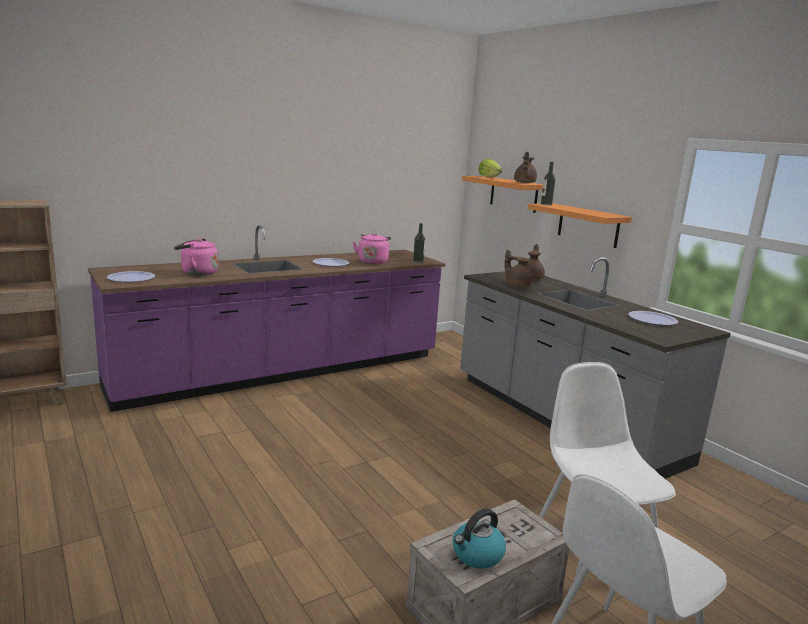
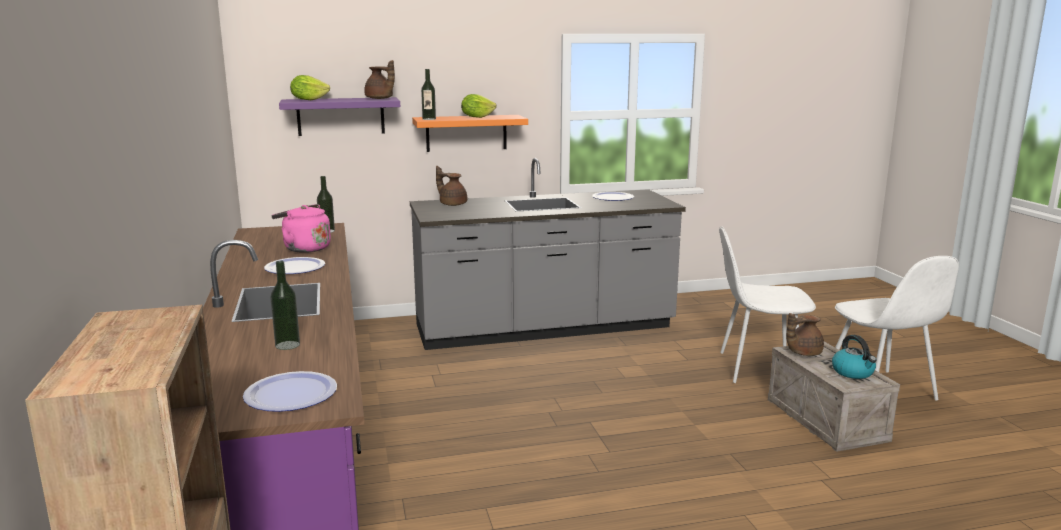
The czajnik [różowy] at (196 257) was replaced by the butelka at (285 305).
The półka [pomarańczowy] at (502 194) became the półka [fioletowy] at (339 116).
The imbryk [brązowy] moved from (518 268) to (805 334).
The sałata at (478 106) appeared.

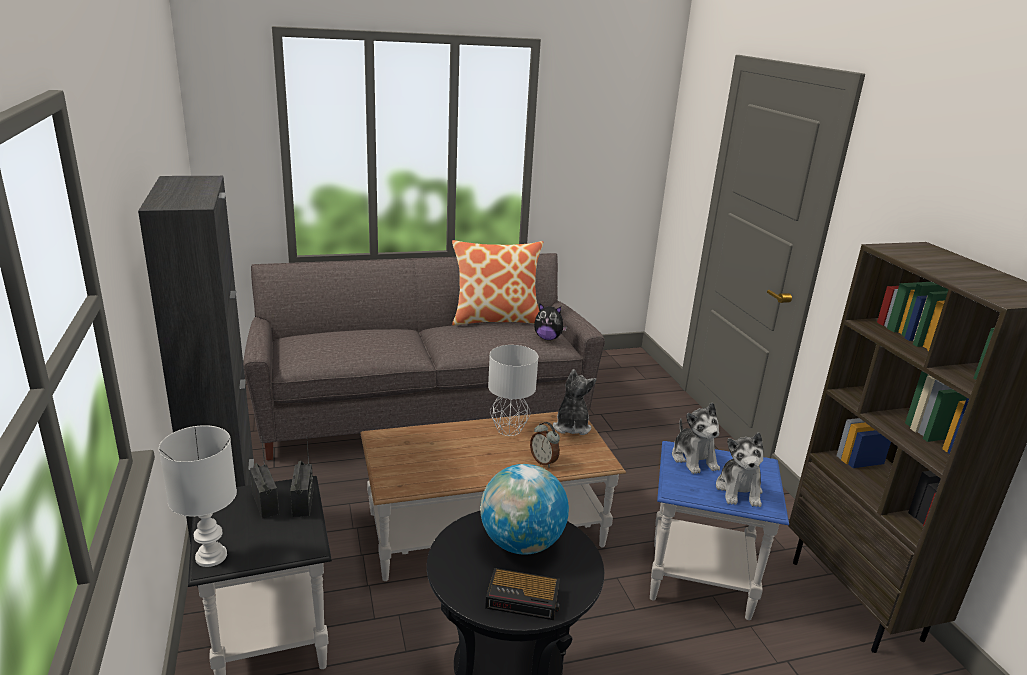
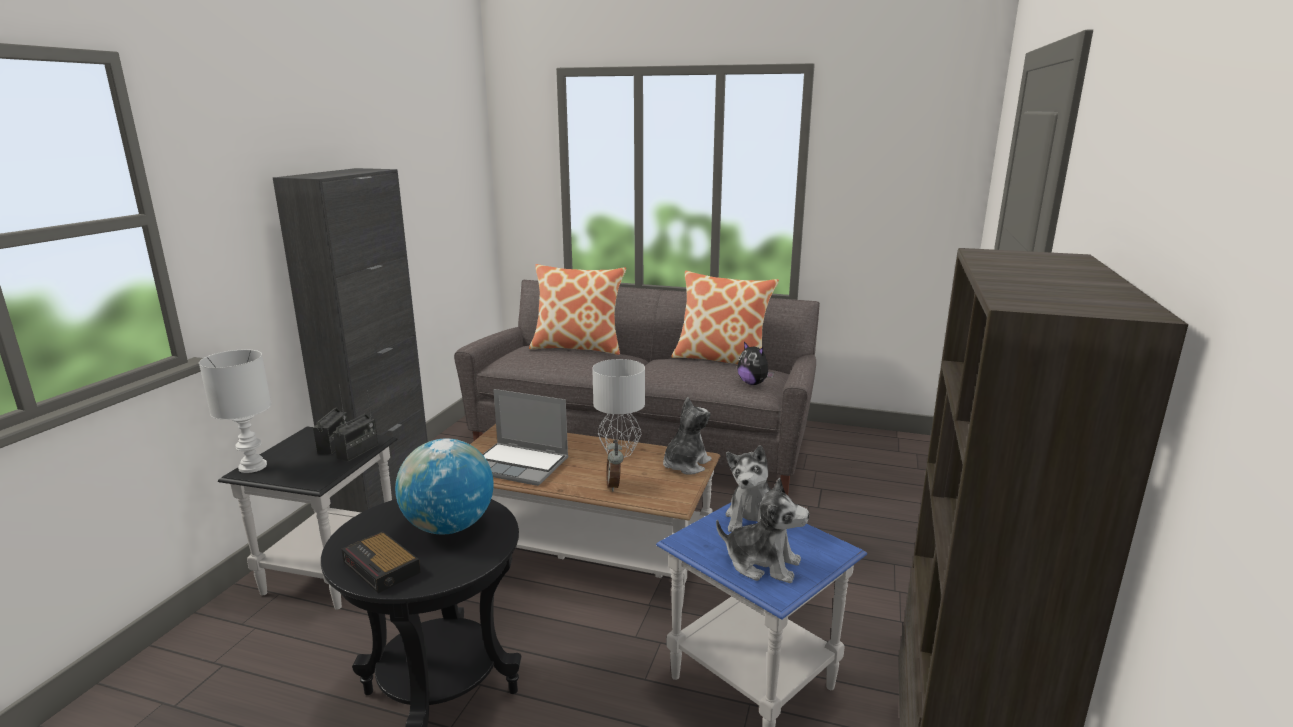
The pluszak at (739 469) turned 105 degrees counterclockwise.
The laptop at (525 437) appeared.
The poduszka at (577 309) appeared.

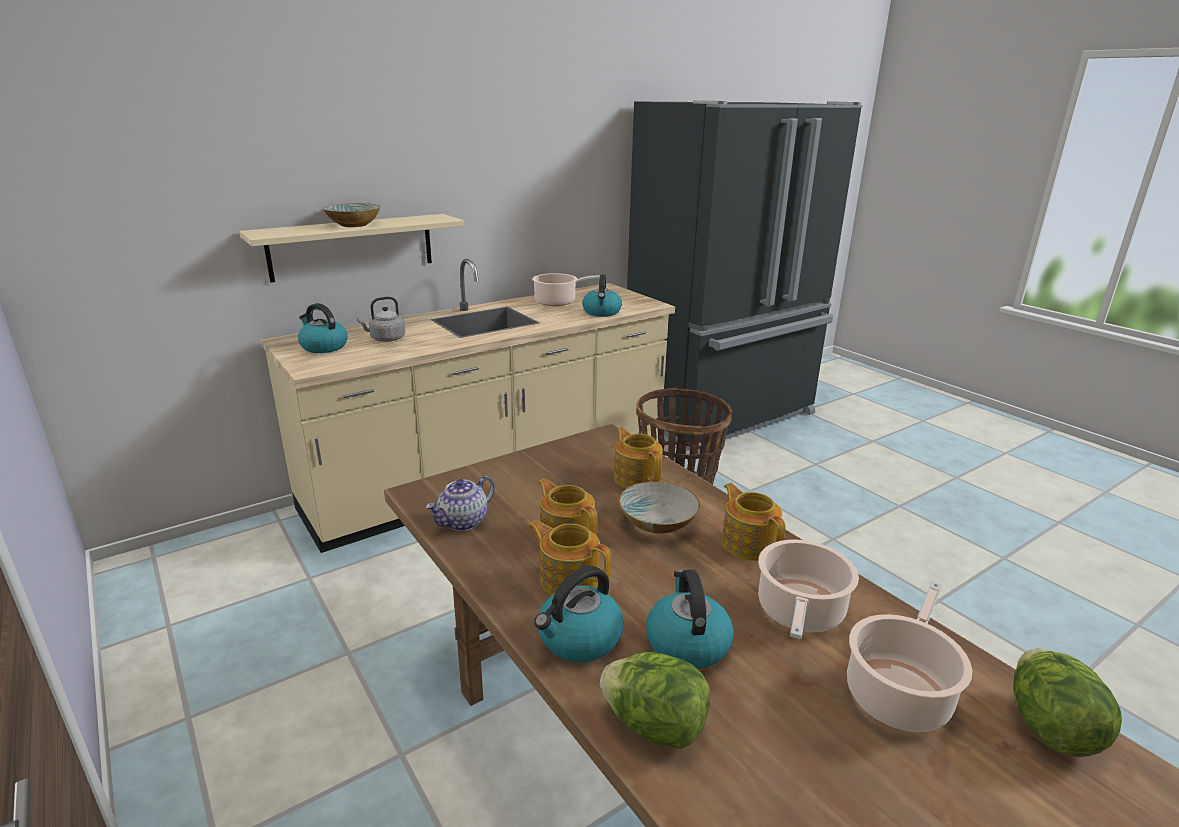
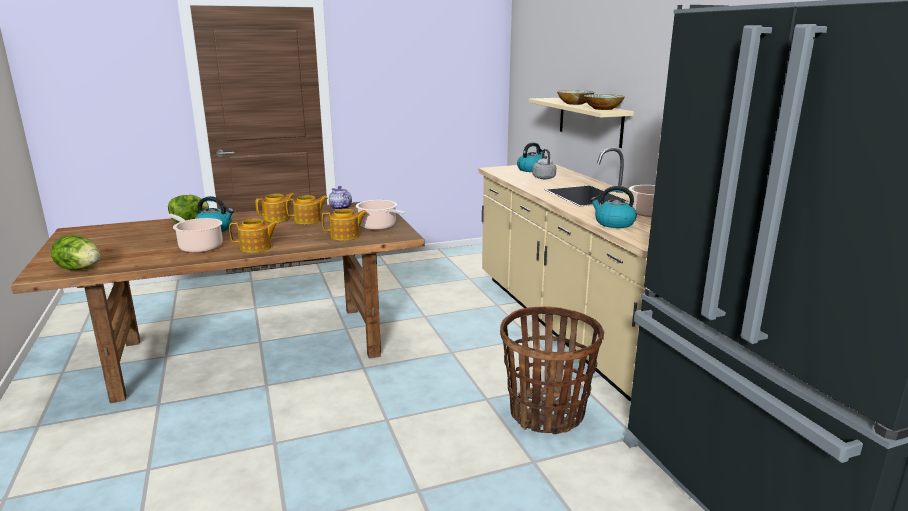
The czajnik at (579 614) disappeared.
The miska moved from (659 507) to (604 102).
The garnek moved from (909 656) to (380 215).

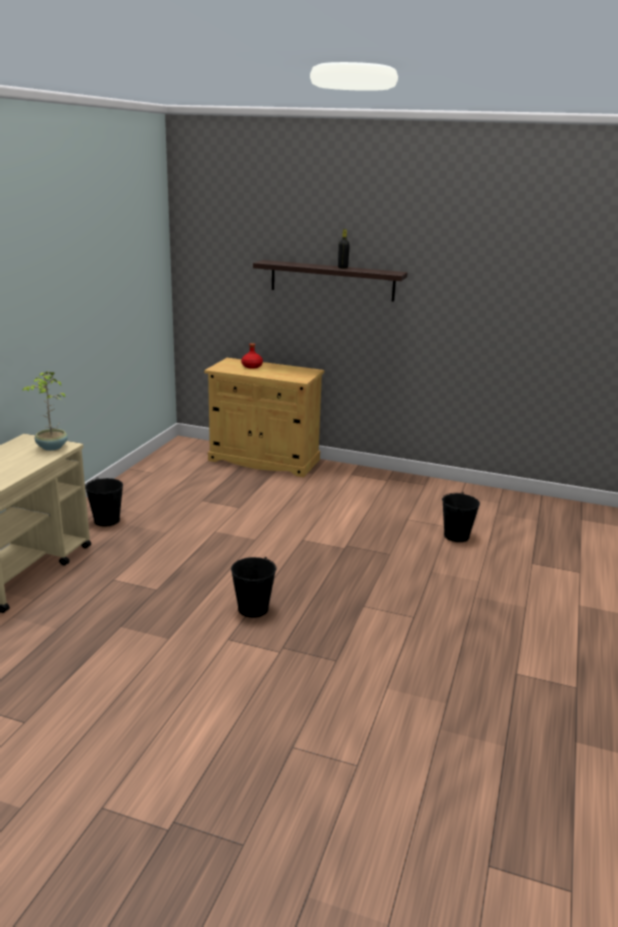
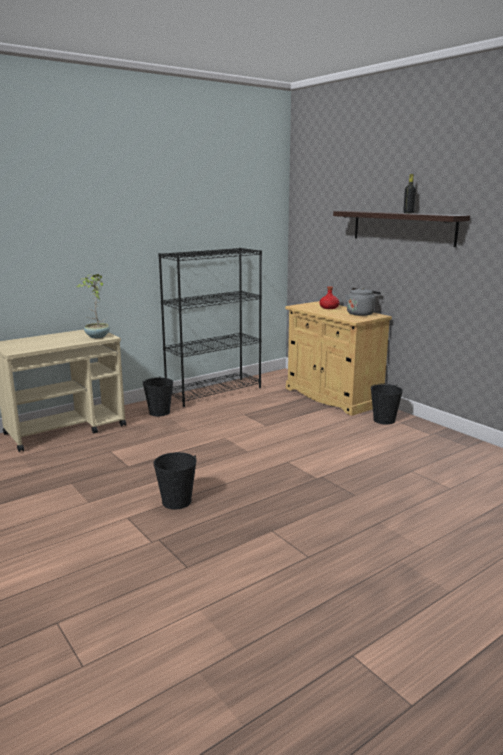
The wiadro [czarny] moved from (461 517) to (386 404).
The regał [czarny] at (210 327) appeared.
The czajnik [szary] at (363 301) appeared.

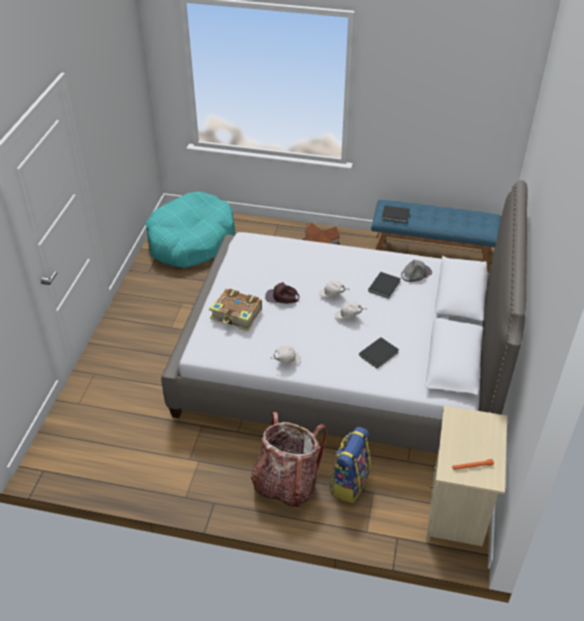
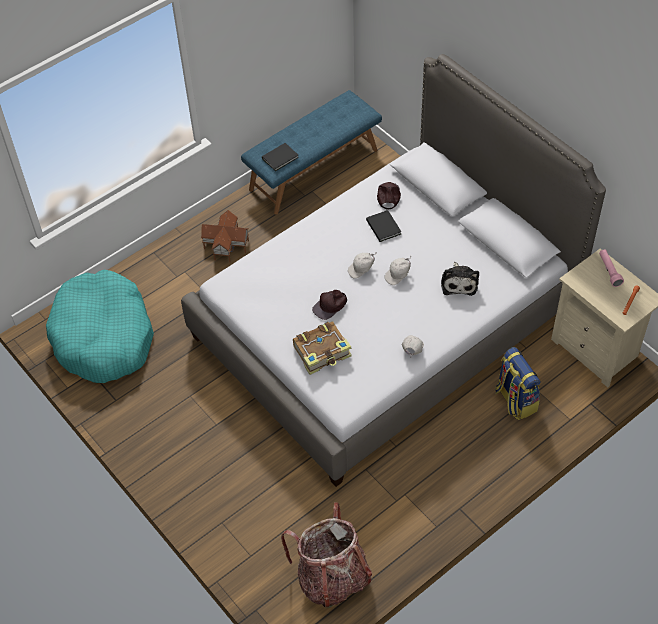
The plecak moved from (289 459) to (326 555).
The książka [czarny] at (379 352) was replaced by the pluszak at (460 279).
The czapka z daszkiem [szary] at (416 271) became the czapka z daszkiem [brązowy] at (389 196).
The latarka [różowy] at (611 268) appeared.

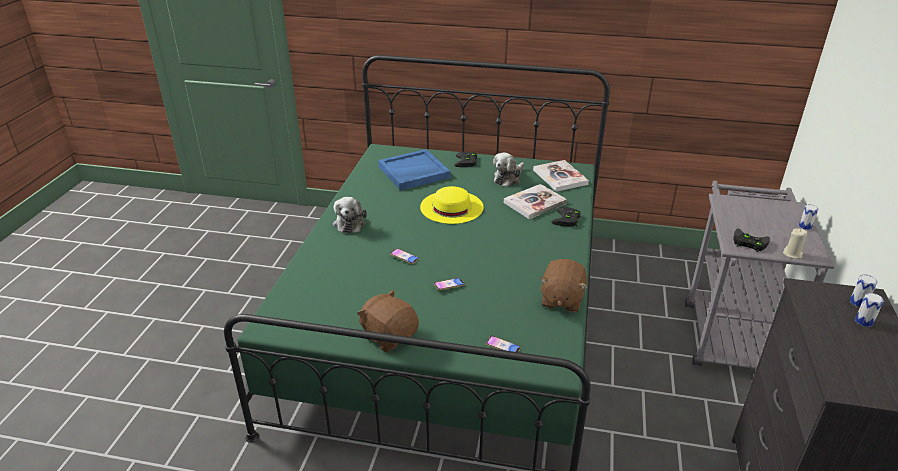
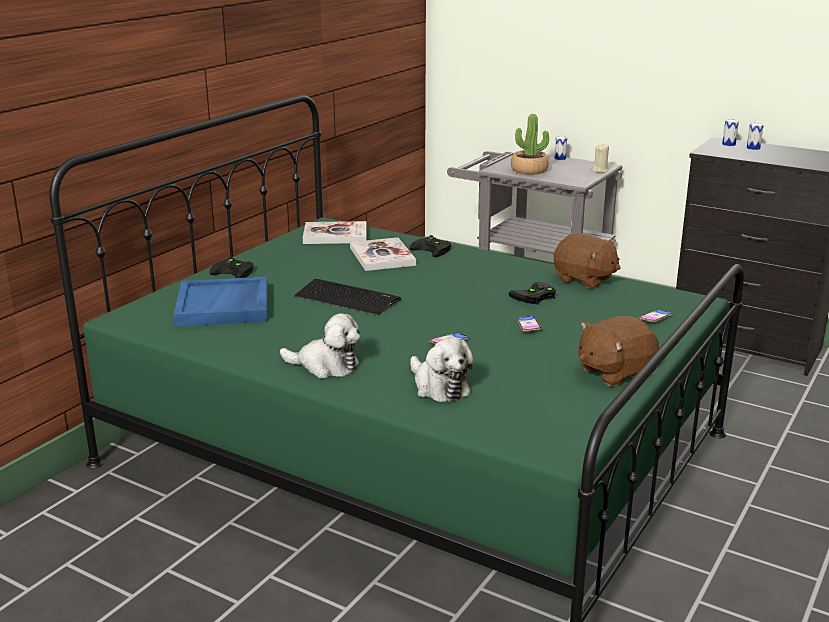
The kapelusz [żółty] at (452 205) was replaced by the klawiatura at (348 297).
The pluszak moved from (508 169) to (441 369).
The pad do gier [czarny] moved from (751 240) to (532 293).
The roślina doniczkowa at (530 144) appeared.

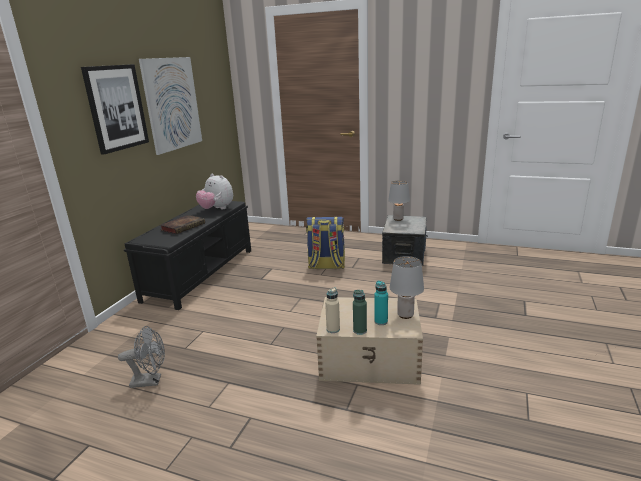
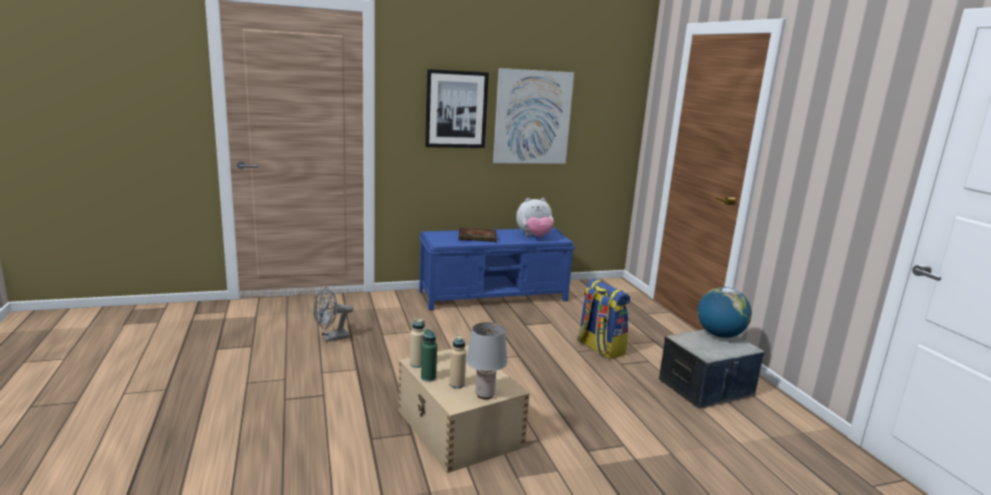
The wentylator [szary] at (141 357) turned 105 degrees clockwise.
The ławka [czarny] at (187 255) became the ławka [niebieski] at (497 269).
The pluszak at (214 191) turned 105 degrees counterclockwise.
The butelka [turkusowy] at (381 303) became the butelka [beżowy] at (457 361).
The lampa stołowa [szary] at (399 200) was replaced by the globus at (725 312).

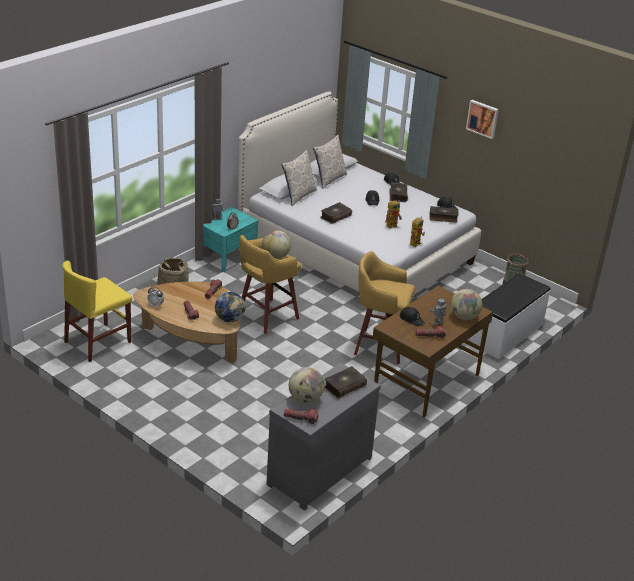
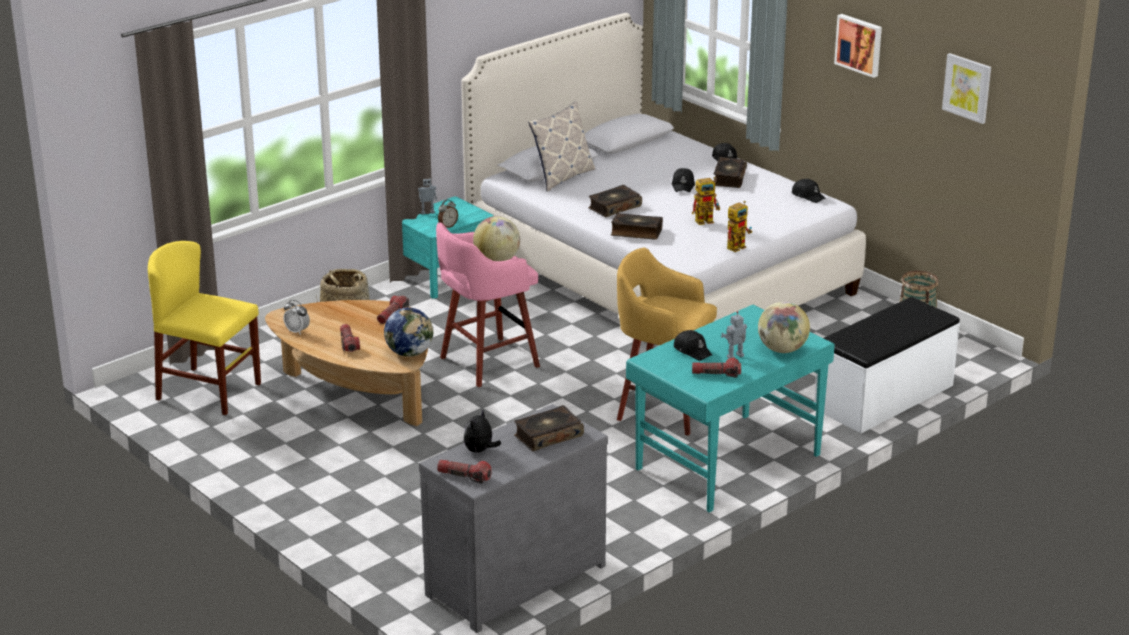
The krzesło [żółty] at (97 311) turned 60 degrees clockwise.
The stołek [żółty] at (271 284) became the stołek [różowy] at (488 304).
The globus at (307 385) was replaced by the pluszak at (482 431).
The poduszka at (330 162) disappeared.
The biurko [brązowy] at (433 351) became the biurko [turkusowy] at (730 408).
The książka moved from (444 214) to (637 226).
The obraz at (966 88) appeared.

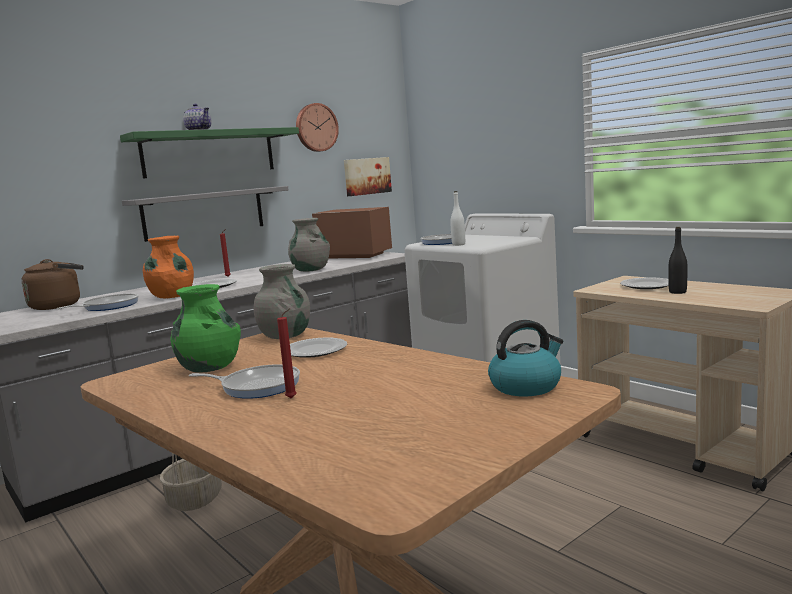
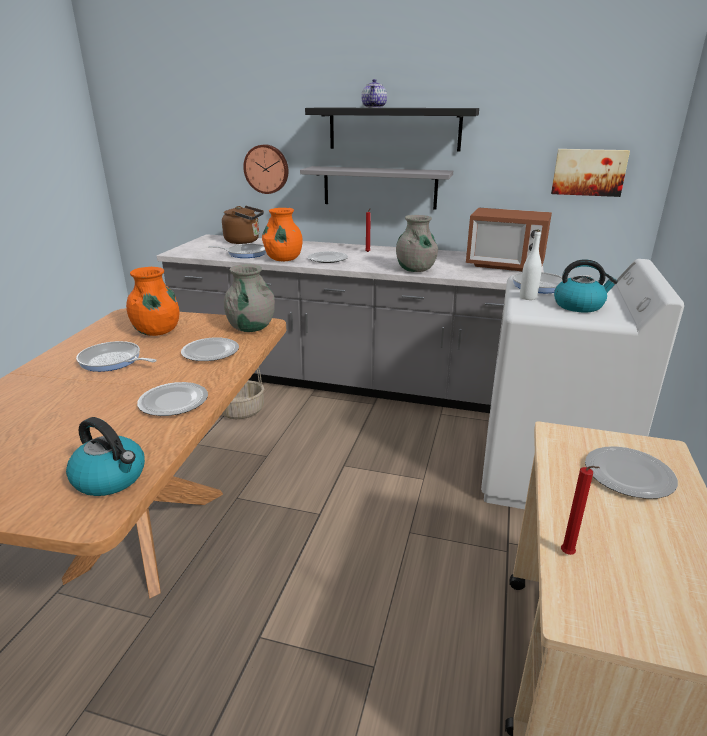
The półka [zielony] at (209 153) became the półka [czarny] at (392 129).
The wazon [zielony] at (205 328) became the wazon [pomarańczowy] at (152 301).
The patelnia at (244 381) turned 135 degrees clockwise.
The świeca [czerwony] moved from (286 353) to (580 510).
The zegar ścienny moved from (317 127) to (265 169).
The mikrofalówka at (352 233) turned 120 degrees clockwise.
The butelka [czarny] at (678 260) disappeared.
The talerz at (172 399) appeared.
The czajnik at (586 286) appeared.

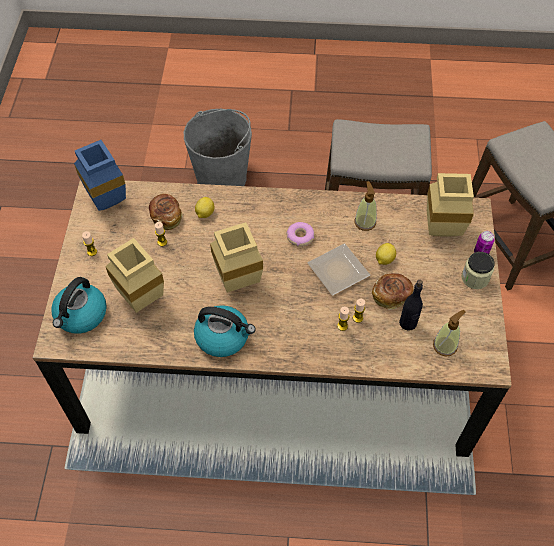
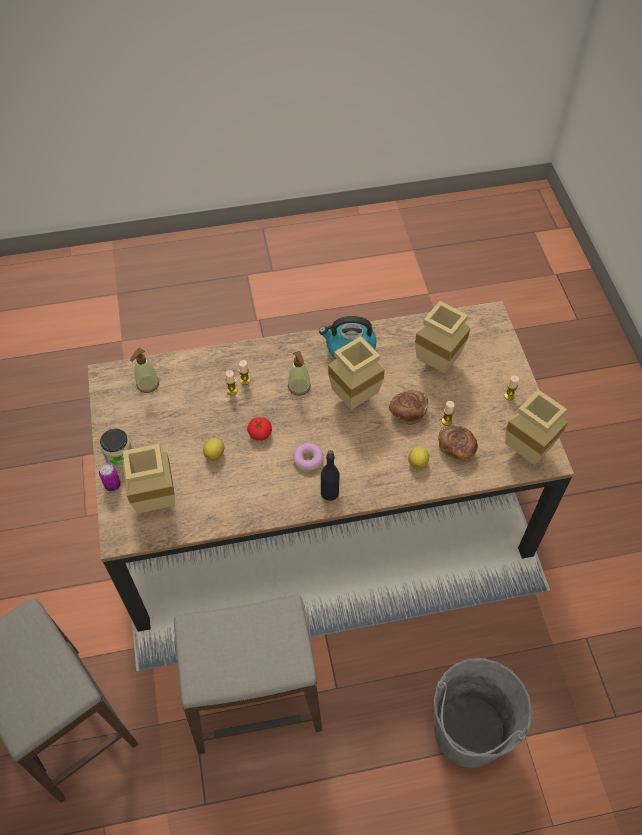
The czajnik at (79 305) disappeared.
The wazon [niebieski] at (100 175) became the wazon [beżowy] at (536 427).
The talerz at (338 269) was replaced by the pomidor at (259 429).
The dozownik mydła moved from (365 206) to (299 373).
The chleb moved from (392 291) to (408 407).
The butelka [czarny] moved from (411 305) to (330 475).

